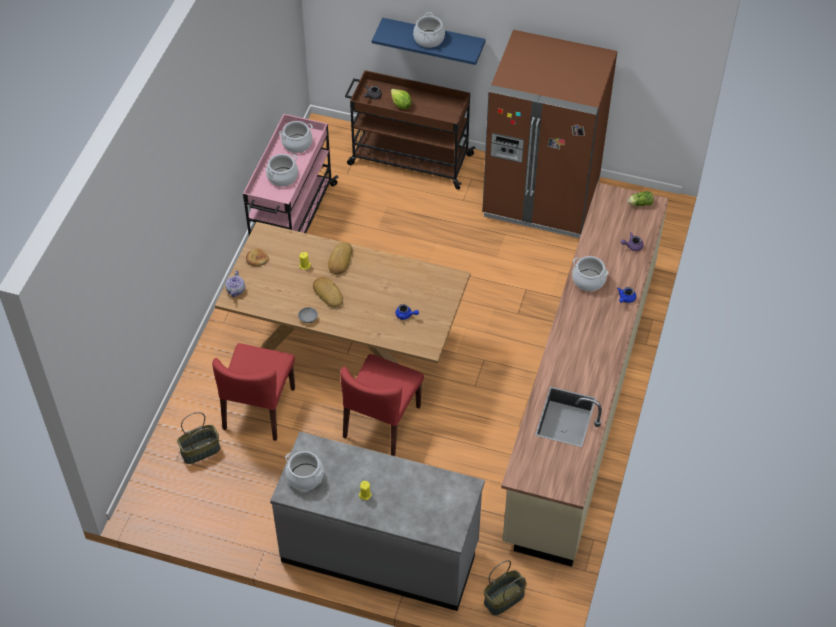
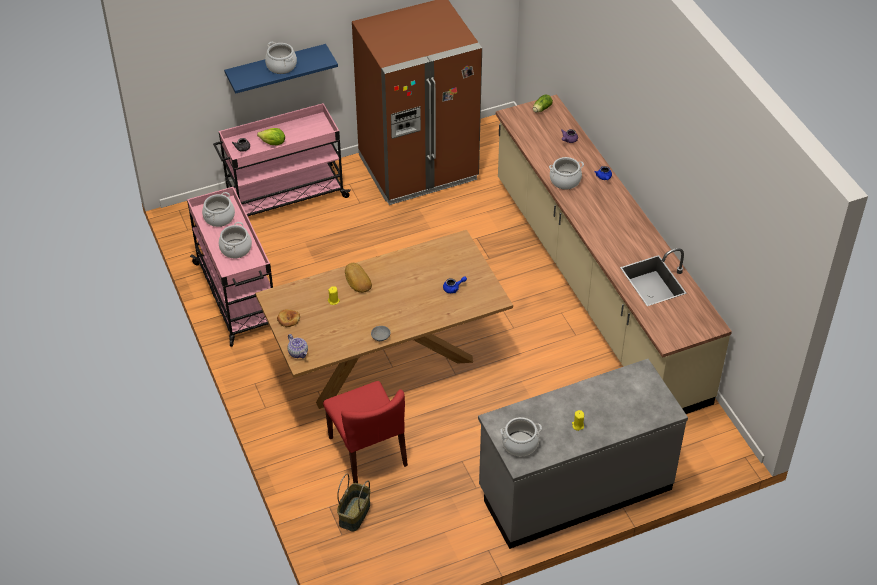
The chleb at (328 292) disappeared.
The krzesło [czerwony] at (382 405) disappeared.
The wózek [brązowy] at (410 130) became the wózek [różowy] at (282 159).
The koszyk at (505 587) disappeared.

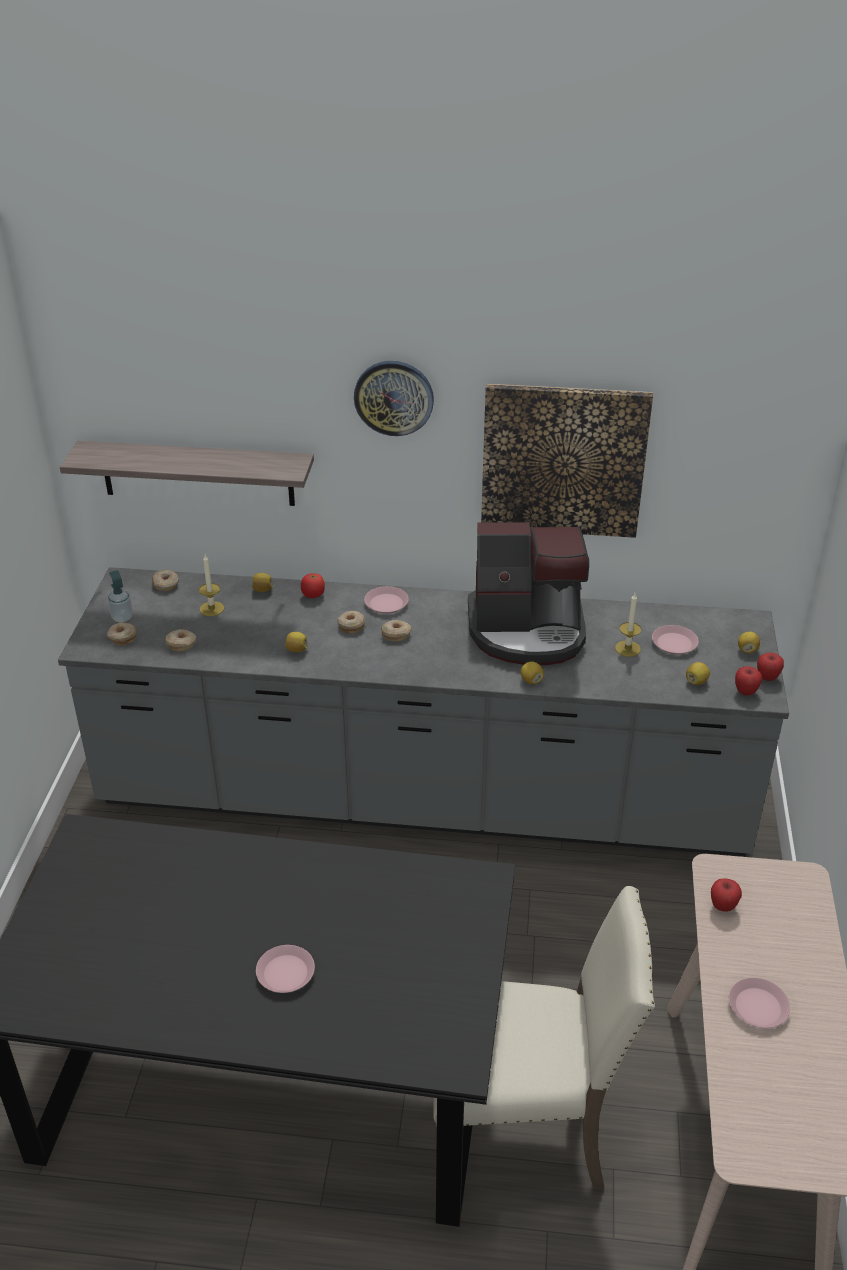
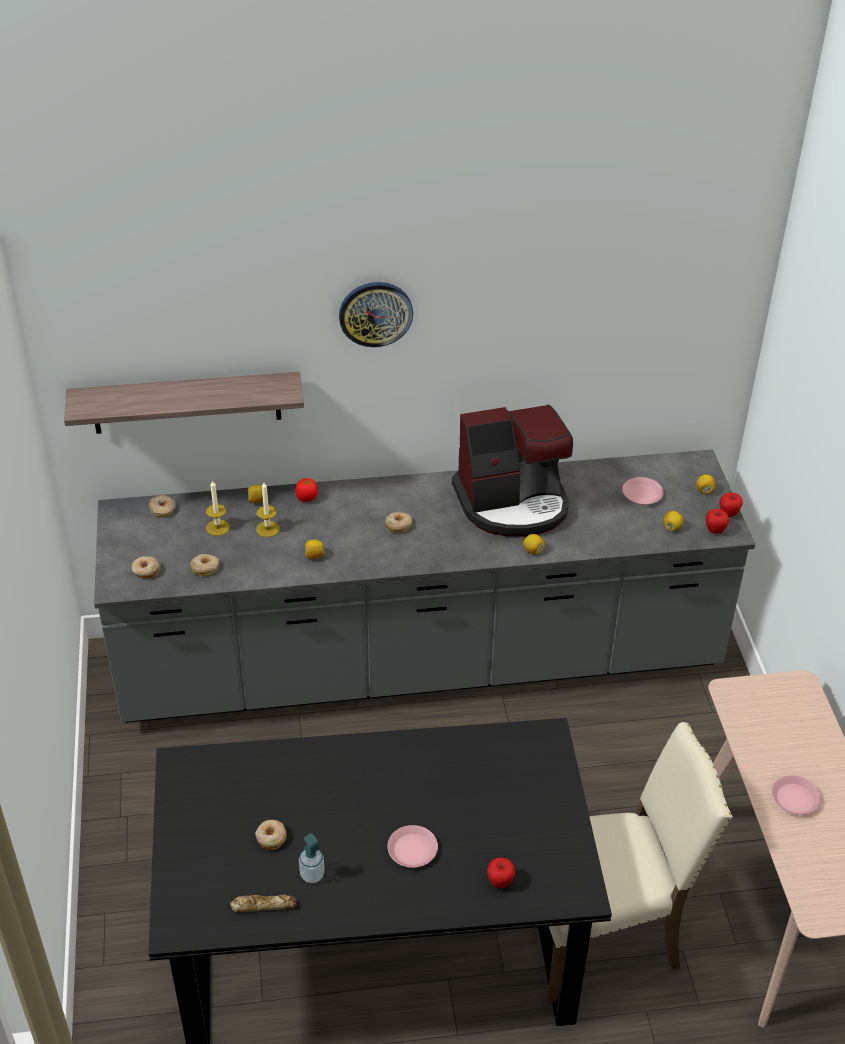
The dozownik mydła moved from (120 596) to (312 858).
The donut moved from (351 622) to (271 835).
The talerz [różowy] at (386 600) disappeared.
The obraz at (567 461) disappeared.
The świeca moved from (628 625) to (268 509).
The jabłko moved from (726 895) to (501 873).
The chleb at (263 903) appeared.

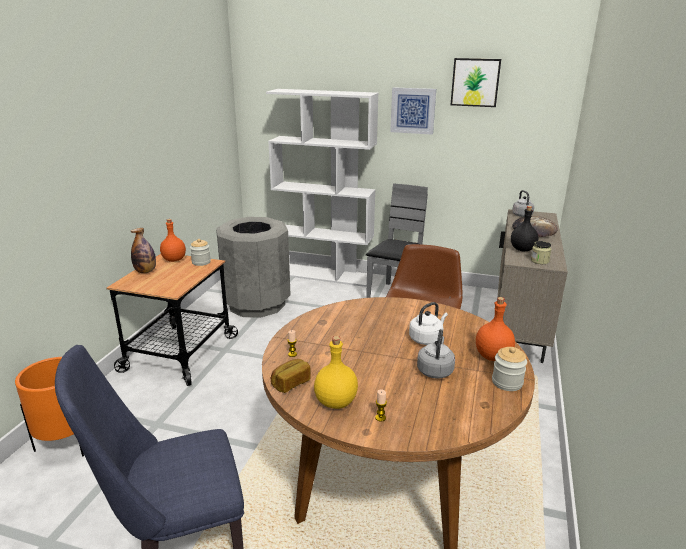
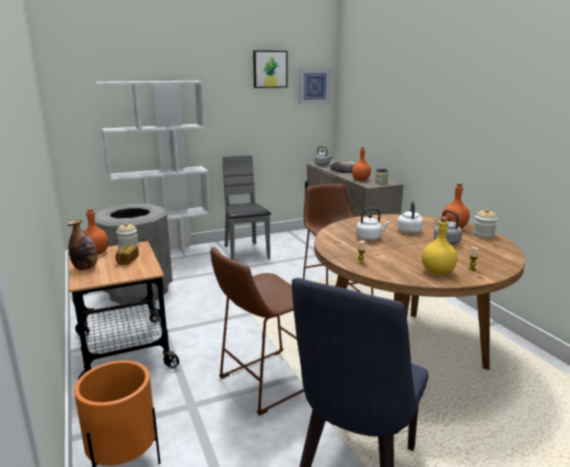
The chleb moved from (290 376) to (127 255).
The obraz moved from (413 111) to (315 86).
The butelka [czarny] at (524 228) became the butelka [pomarańczowy] at (361 164).
The stołek [brązowy] at (257 331) appeared.
The czajnik [biały] at (373 224) appeared.

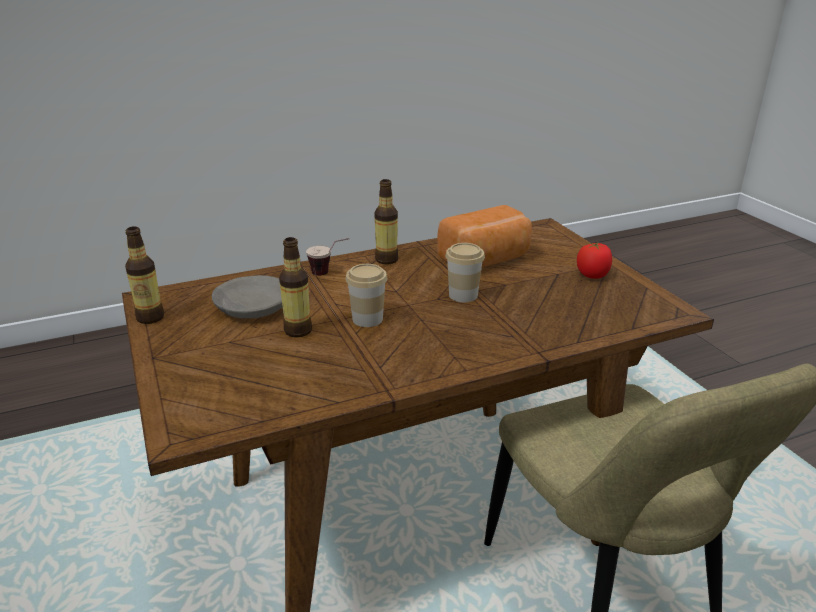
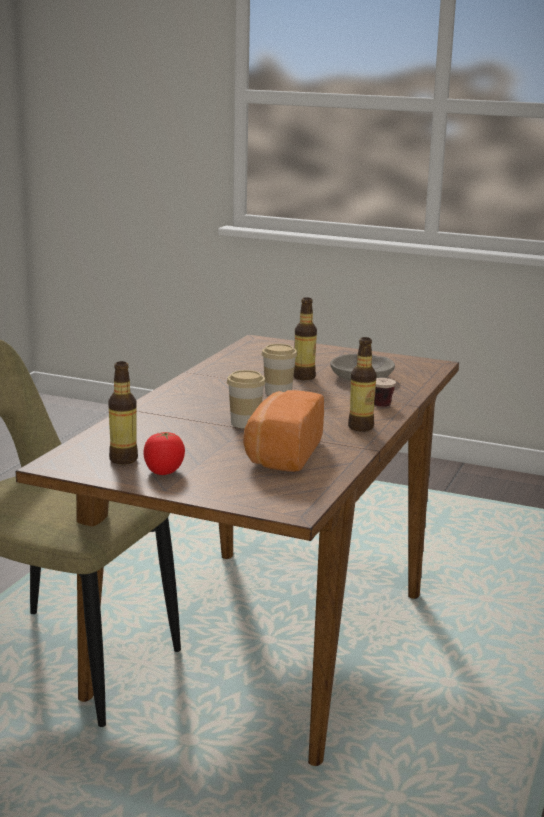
The butelka moved from (144 275) to (123 413).

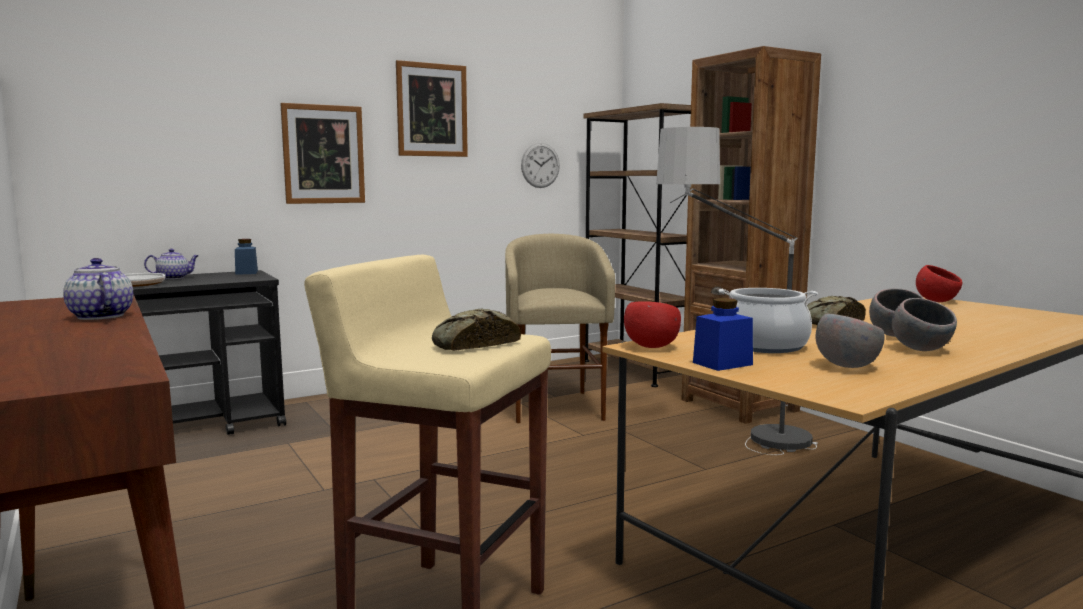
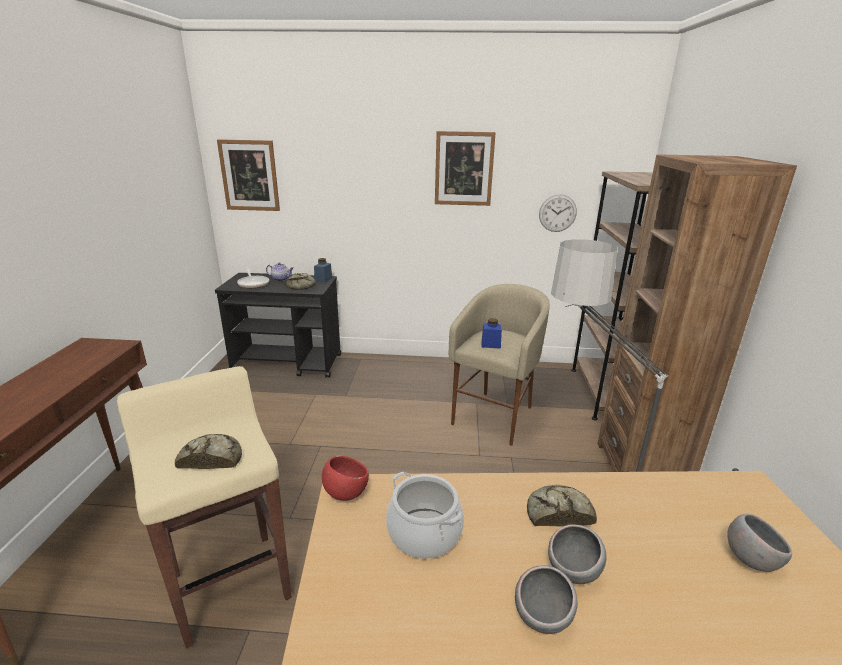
The imbryk at (98 289) disappeared.
The obraz moved from (322 153) to (248 175).
The słoik [niebieski] moved from (723 334) to (492 333).
The miska [szary] moved from (850 341) to (759 543).
The miska [czerwony] at (939 283) disappeared.
The chleb at (300 281) appeared.

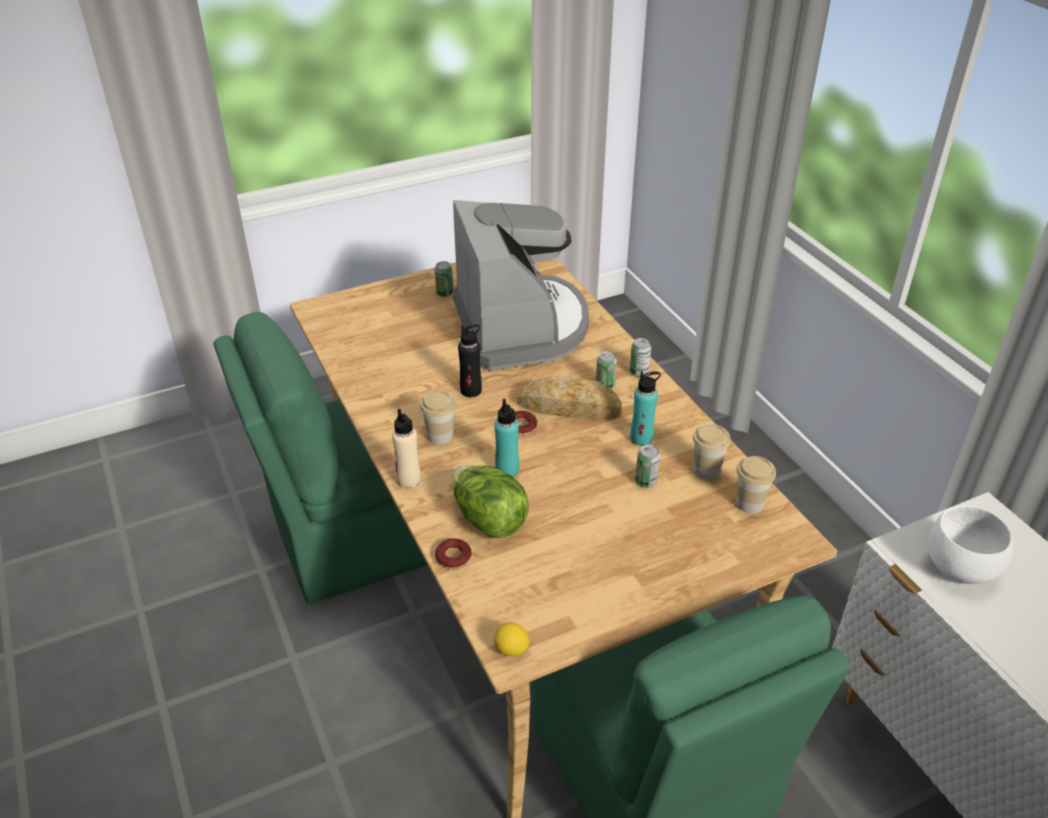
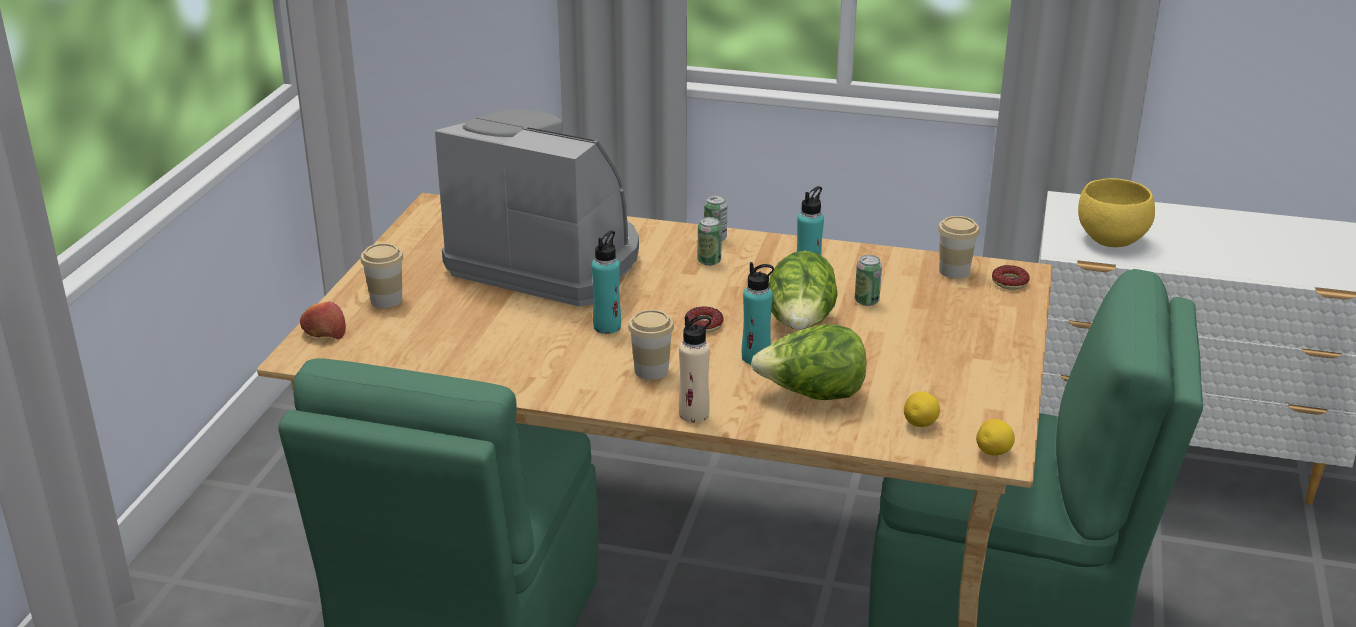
The puszka at (444 279) disappeared.
The donut moved from (453 553) to (1011 277).
The butelka [czarny] at (470 360) became the butelka [turkusowy] at (606 282).
The chleb at (569 398) disappeared.
The filiżanka moved from (712 452) to (382 275).
The miska [biały] at (970 544) became the miska [żółty] at (1116 212).
The jabłko at (323 321) appeared.
The sałata at (803 290) appeared.
The cytryna at (922 409) appeared.

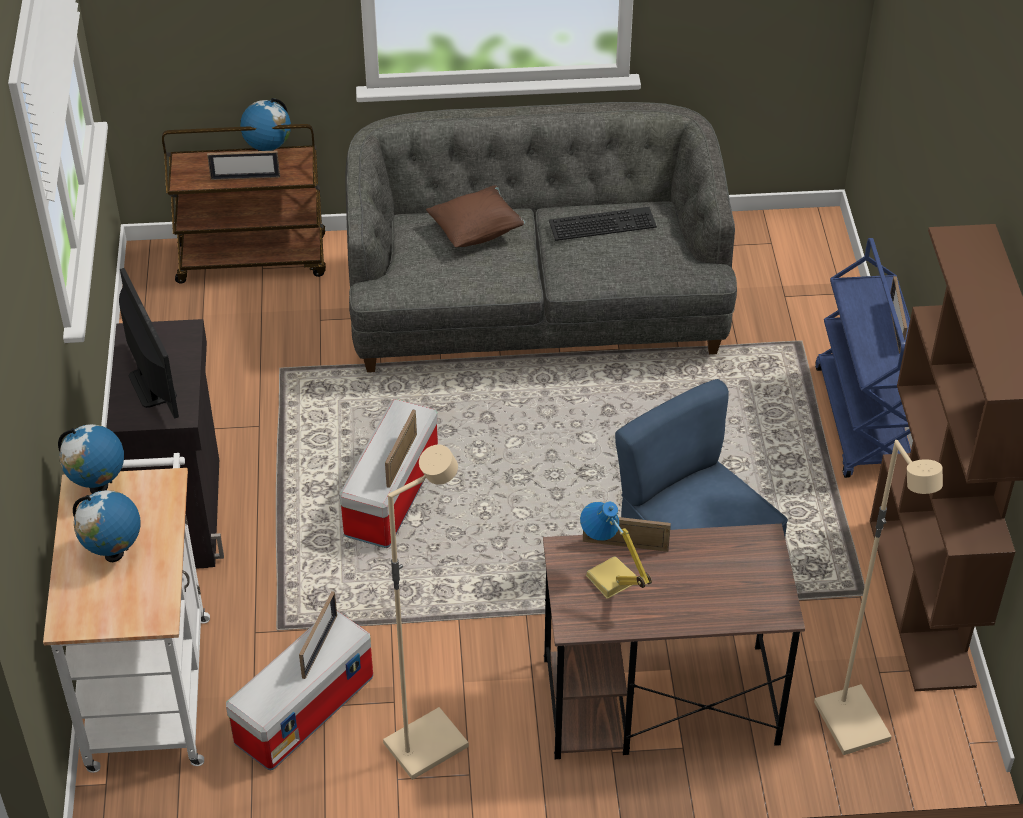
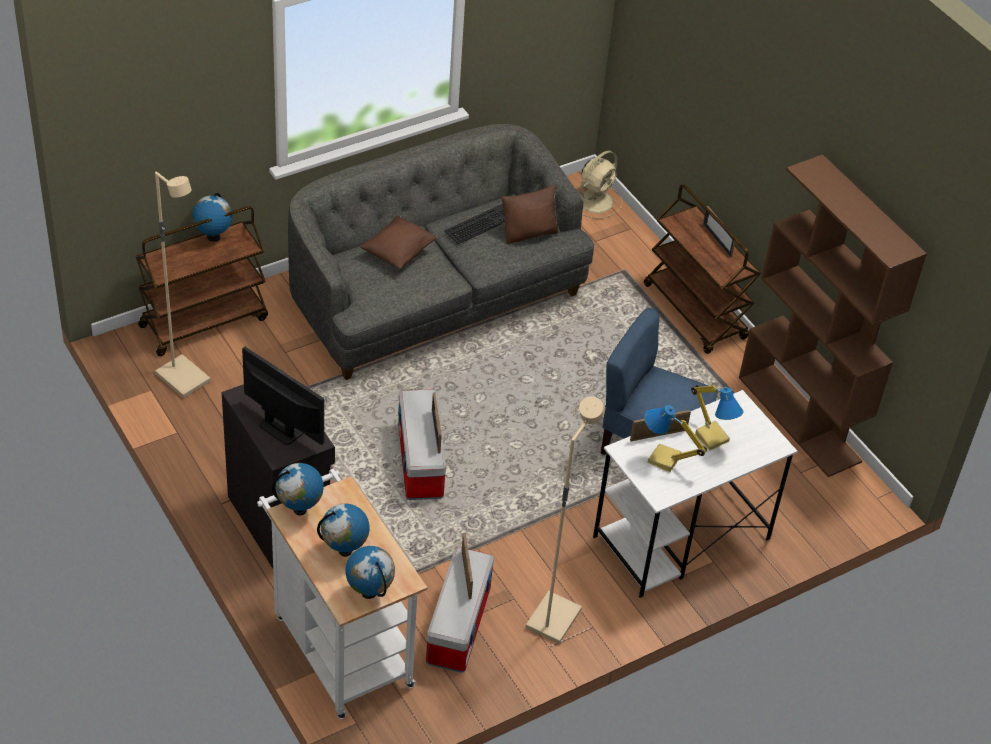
The ramka na zdjęcie at (243 165) disappeared.
The biurko [brązowy] at (674 641) became the biurko [biały] at (695 494).
The lampa stojąca [beżowy] moved from (878 597) to (183 285).
The wózek [niebieski] at (863 358) became the wózek [brązowy] at (702 269).
The globus at (370 572) appeared.
The poduszka [brązowy] at (530 214) appeared.
The wentylator [beżowy] at (599 184) appeared.
The lampa stołowa at (717 418) appeared.

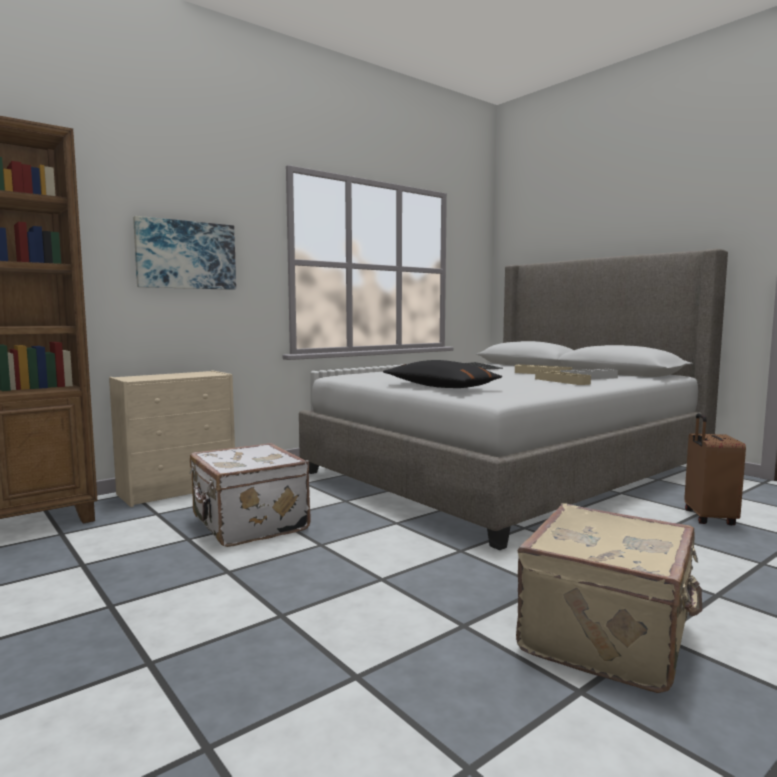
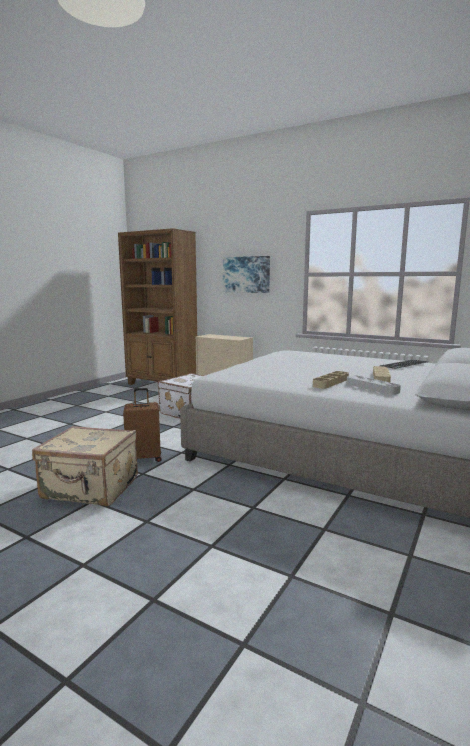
The poduszka [czarny] at (443 374) disappeared.
The walizka [brązowy] moved from (715 469) to (142 425).

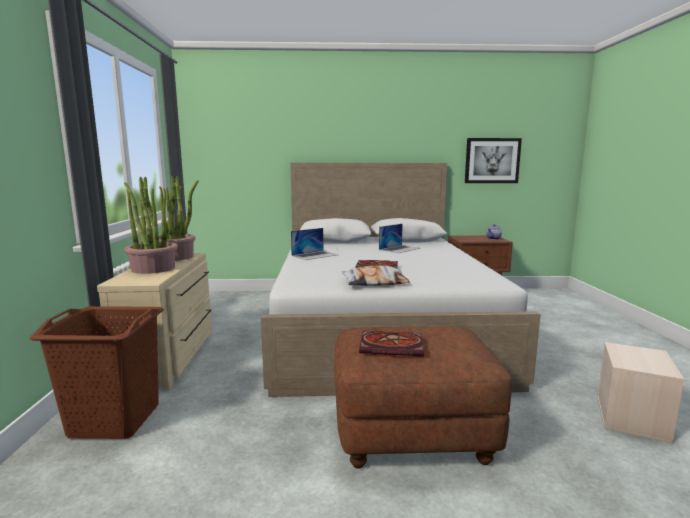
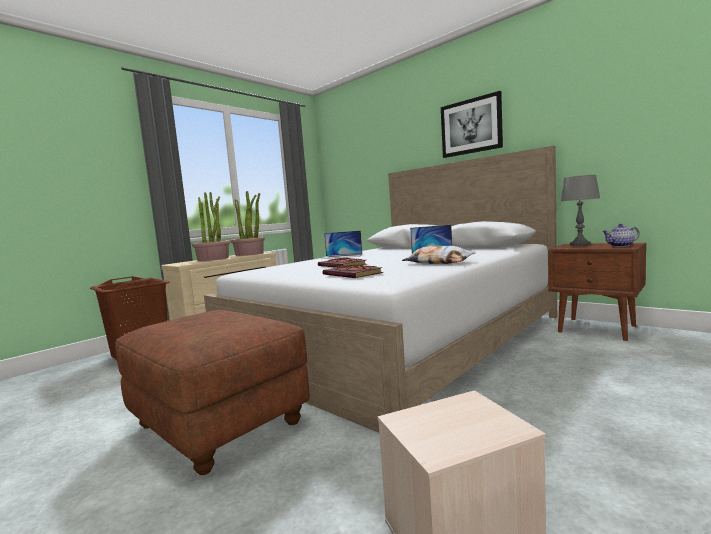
The poduszka moved from (375 275) to (439 255).
The książka moved from (391 343) to (352 271).
The obraz moved from (493 160) to (472 124).
The lampa stołowa [szary] at (580 210) appeared.

